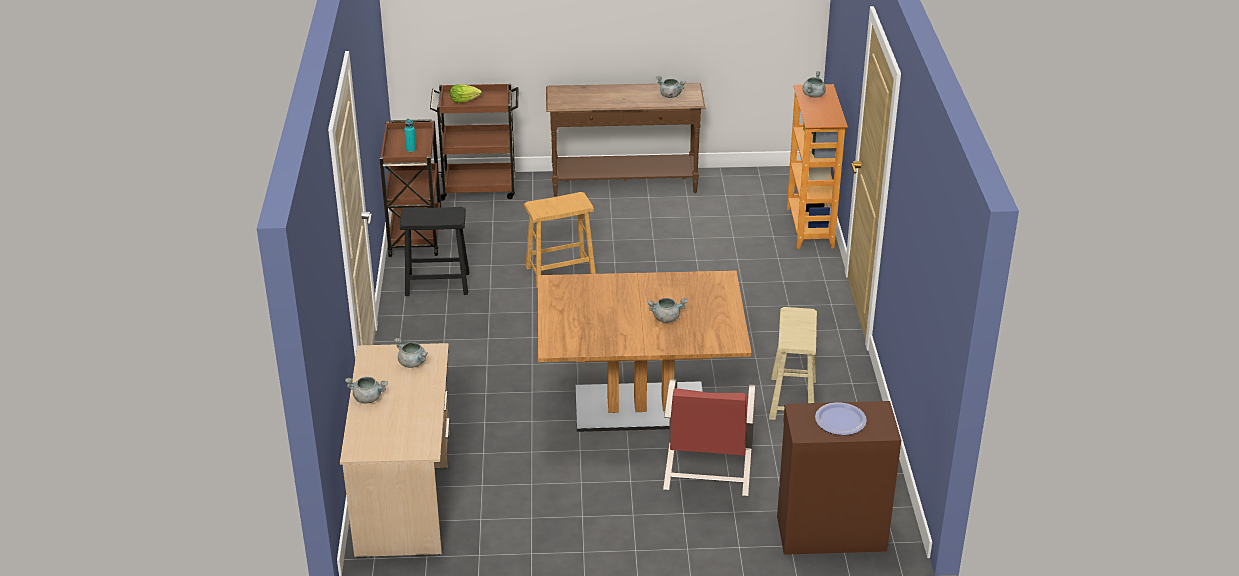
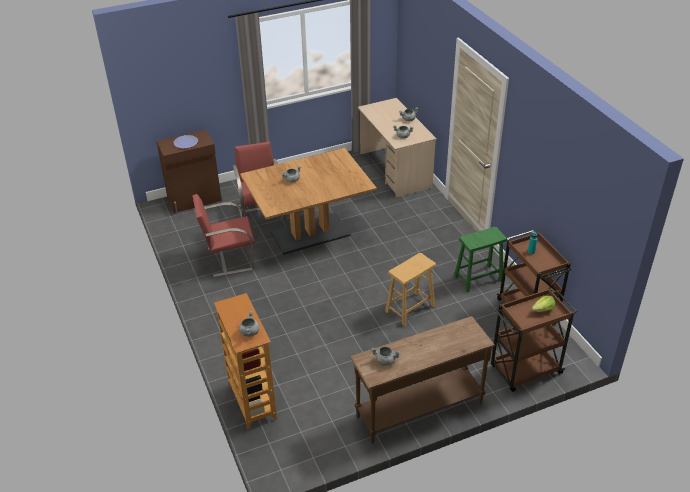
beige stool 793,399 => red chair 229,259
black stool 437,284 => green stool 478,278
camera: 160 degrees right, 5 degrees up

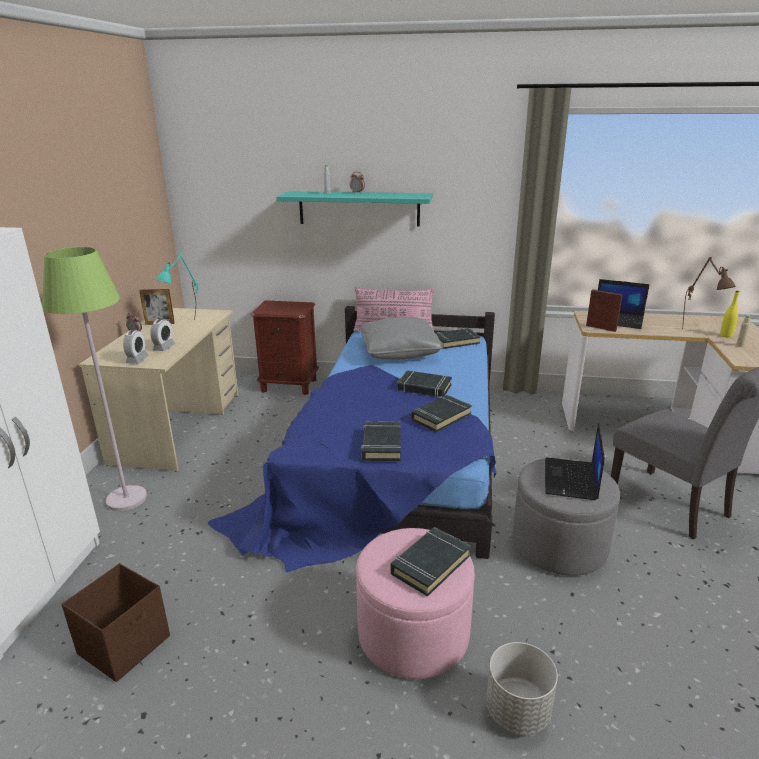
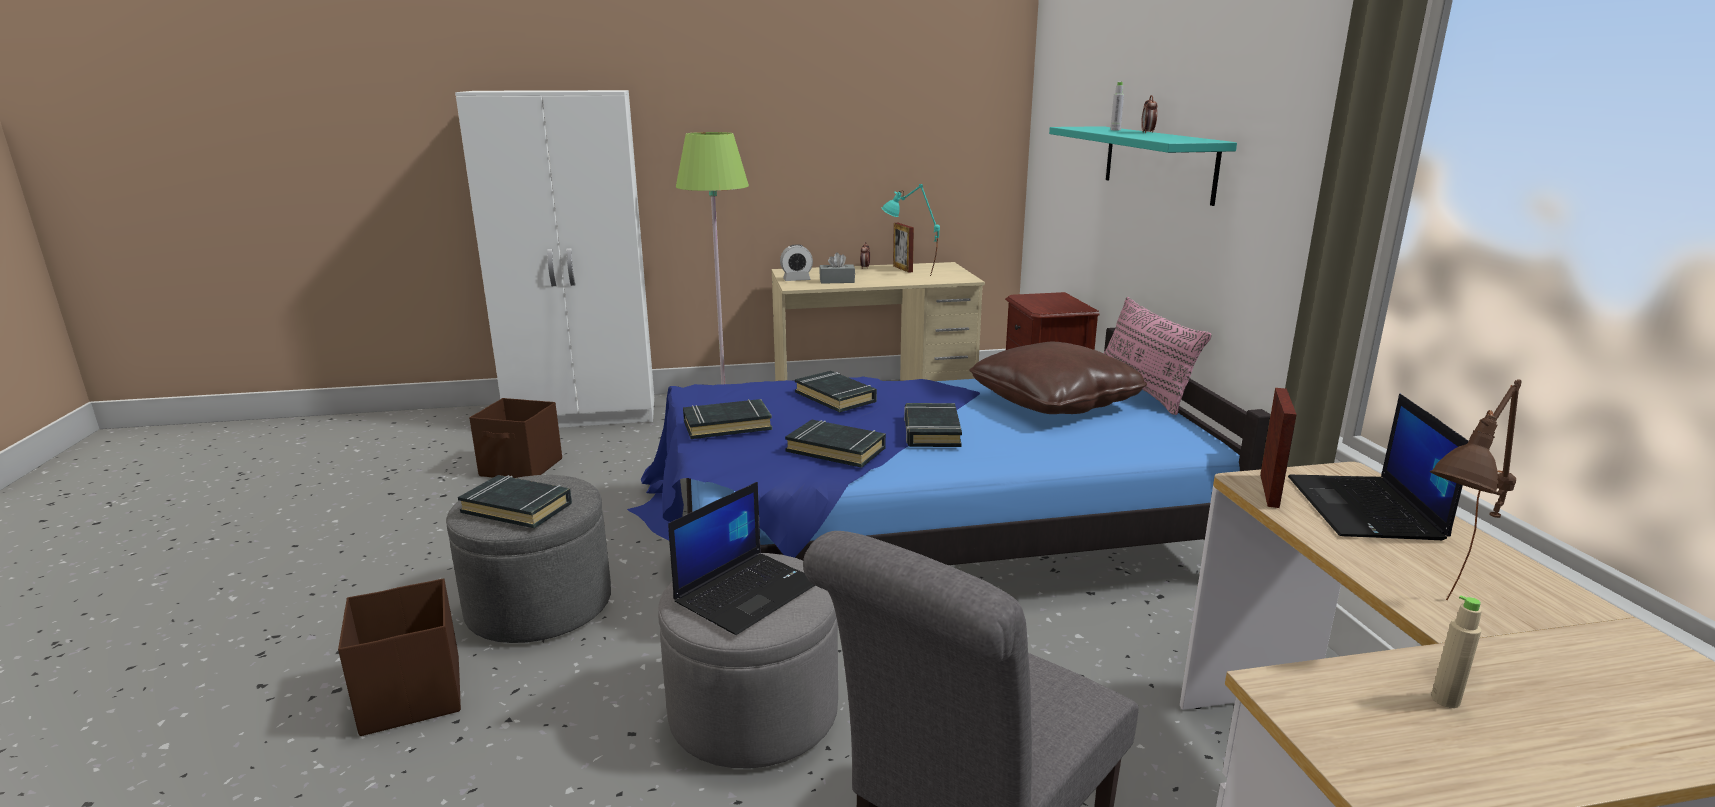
yellow bottle 726,335 => nothing
black book 456,341 => black book 836,397, relocated
alarm clock 164,347 => grey tissue box 837,281
grey planter 517,711 => brown storage box 411,697
pink ottoman 413,633 => grey ottoman 539,605
grey pillow 399,352 => brown pillow 1054,403
laptop 571,480 => laptop 747,592, 135 degrees clockwise
camera: 70 degrees right, 5 degrees down

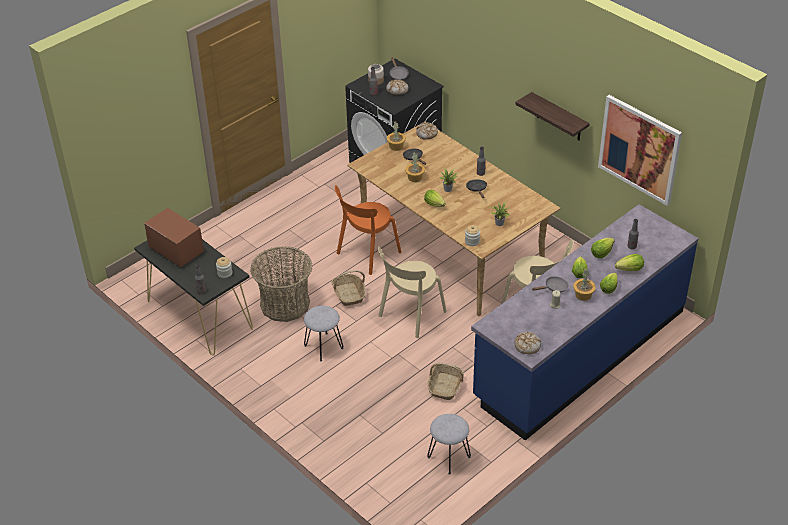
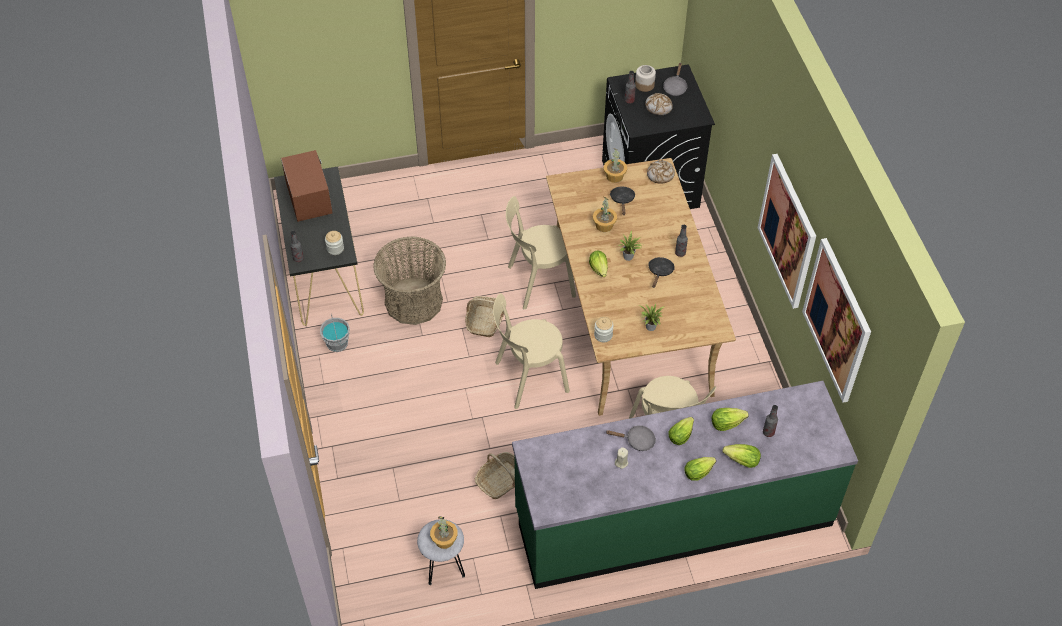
grey stool 324,347 => nothing
bread 527,346 => nothing
nothing => grey bucket 337,343
potted plant 583,295 => potted plant 444,540, relocated
shelf 559,118 => picture 787,231
orange chair 366,254 => beige chair 538,282
blue counter 579,354 => green counter 673,517
camera: 30 degrees right, 10 degrees up

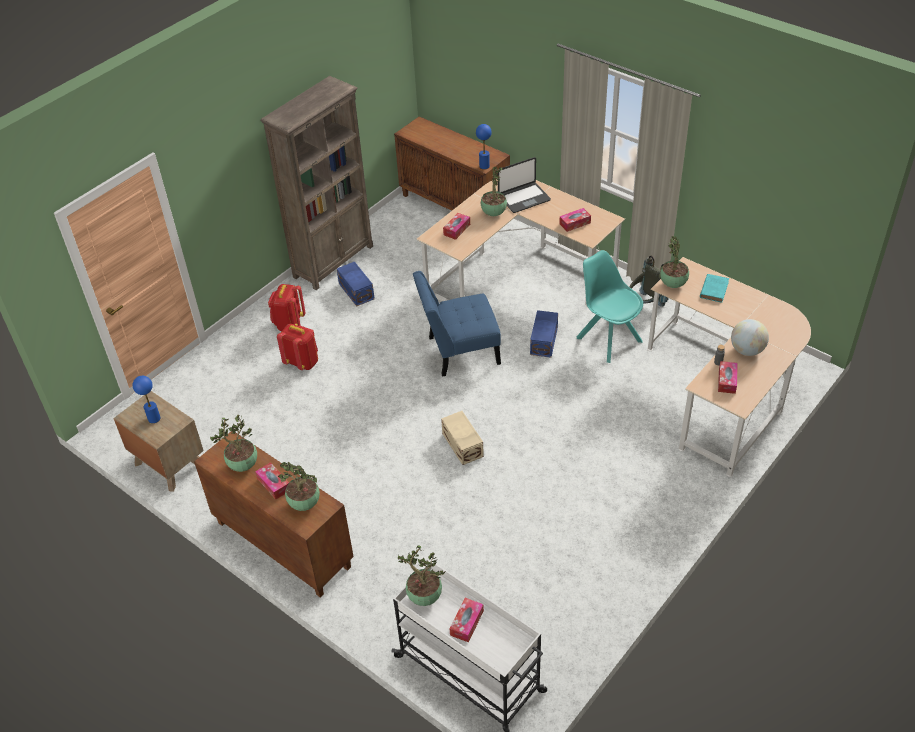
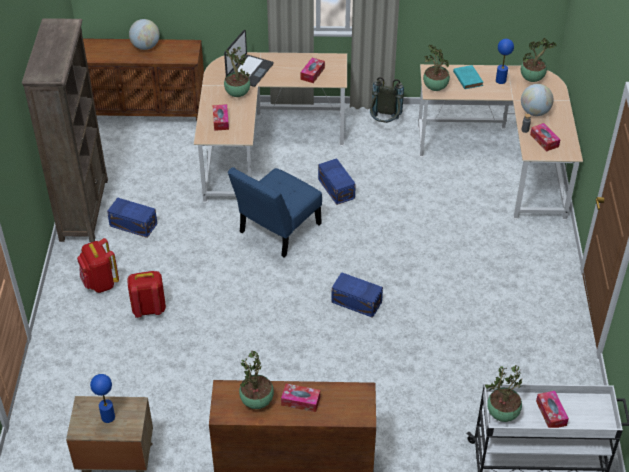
turquoise chair 608,338 => nothing
nothing => globe 145,46
potted plant 305,504 => potted plant 532,79, relocated
blue table lamp 484,166 => blue table lamp 500,80, relocated
beige storage box 462,445 => blue storage box 357,303
camera: 40 degrees left, 0 degrees up

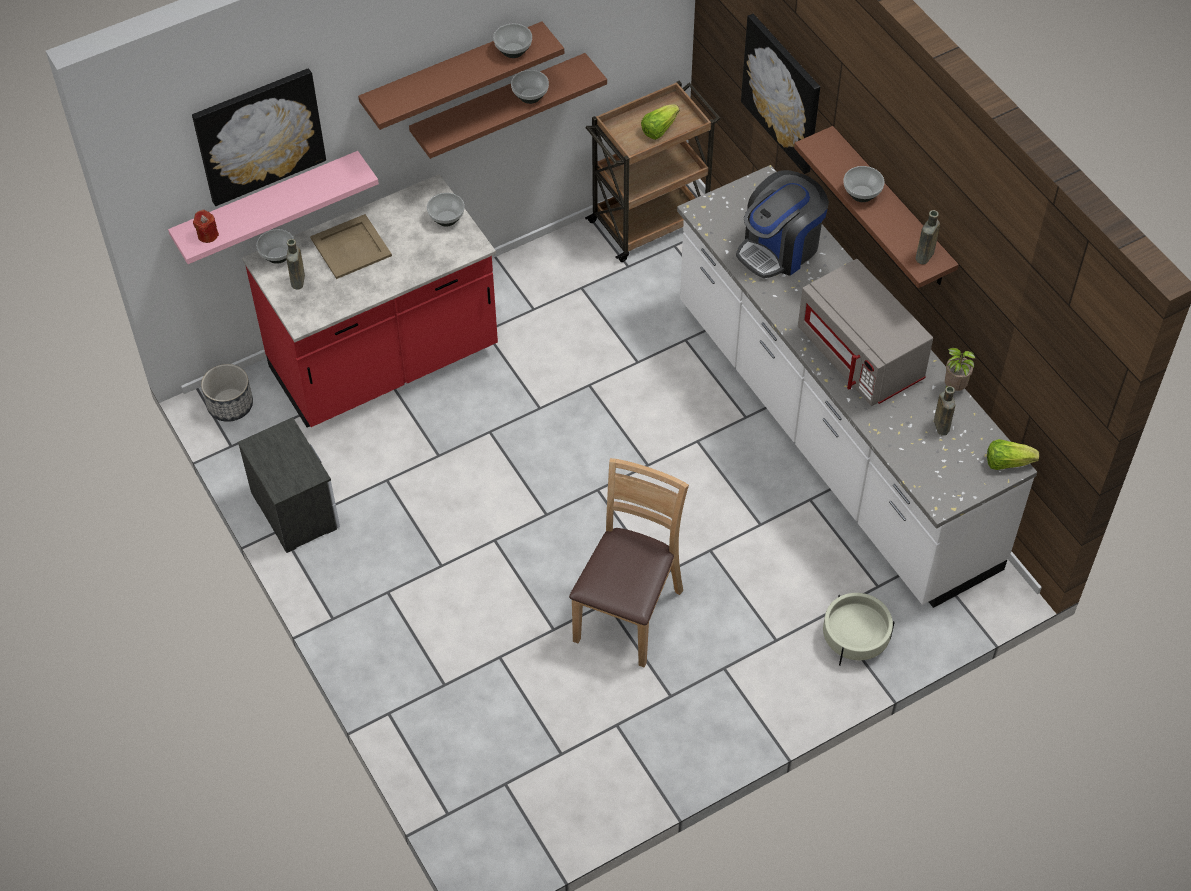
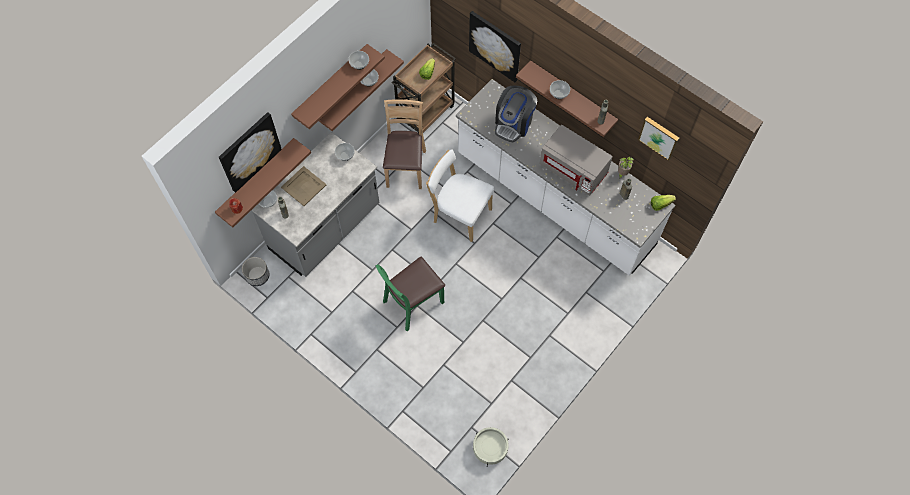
nightstand 295,509 => nothing
nothing => green chair 413,303
nothing => white chair 460,214
nothing => picture 659,137
brown chair 627,613 => brown chair 405,168, relocated
beige planter 855,638 => beige planter 490,449, relocated
pink shelf 267,205 => brown shelf 257,180
red counter 384,362 => grey counter 325,228
camera: 20 degrees left, 10 degrees up

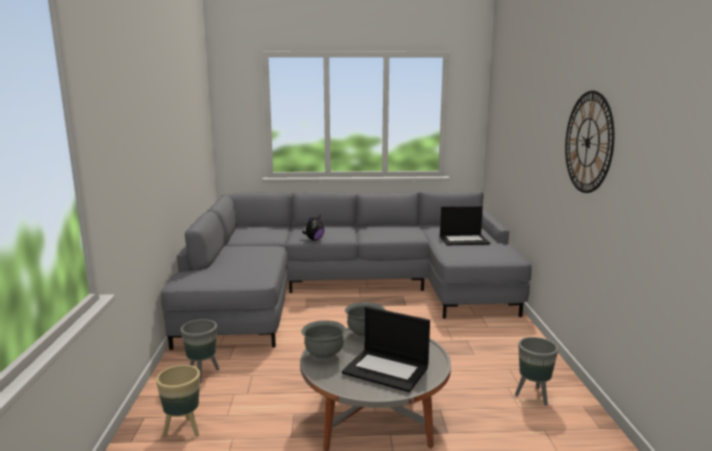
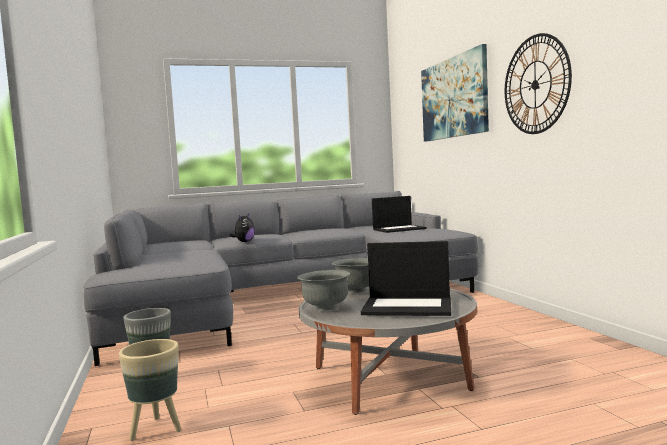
grey planter 533,396 => nothing
nothing => picture 453,98
camera: 15 degrees left, 10 degrees down

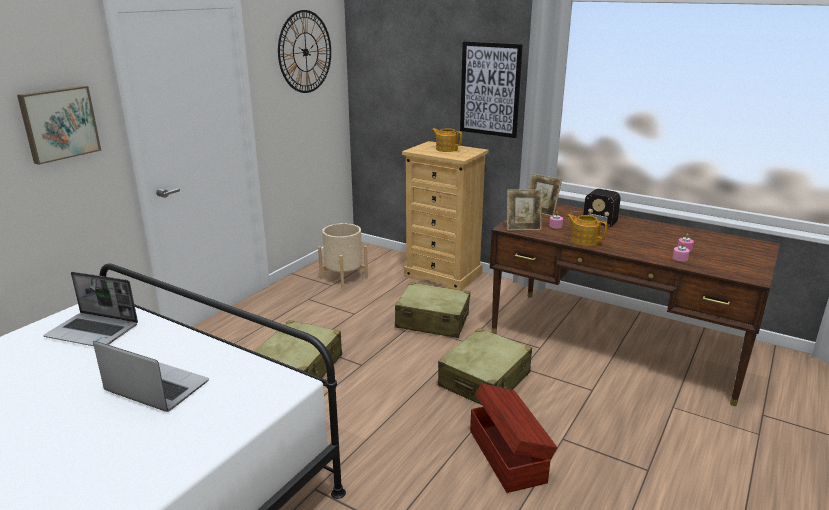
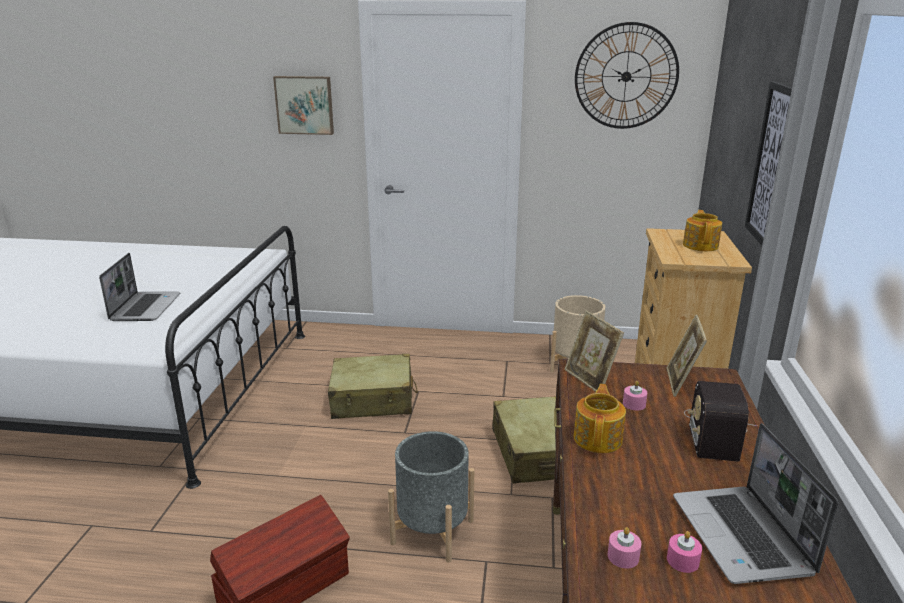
laptop 94,331 => laptop 743,536, relocated
beige suitcase 485,380 => grey planter 432,531
camera: 65 degrees right, 0 degrees up

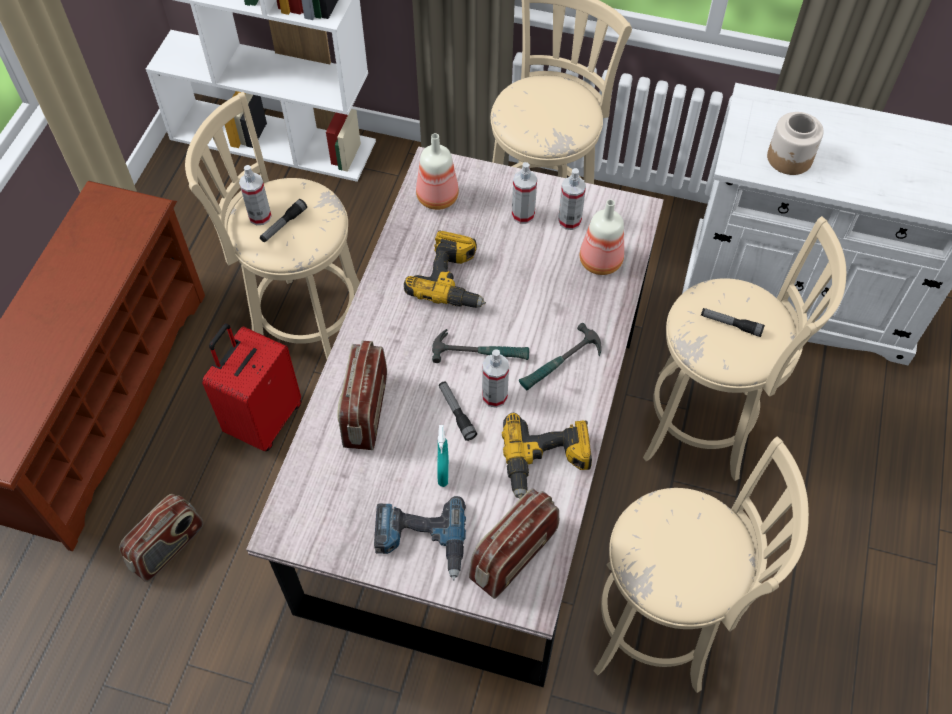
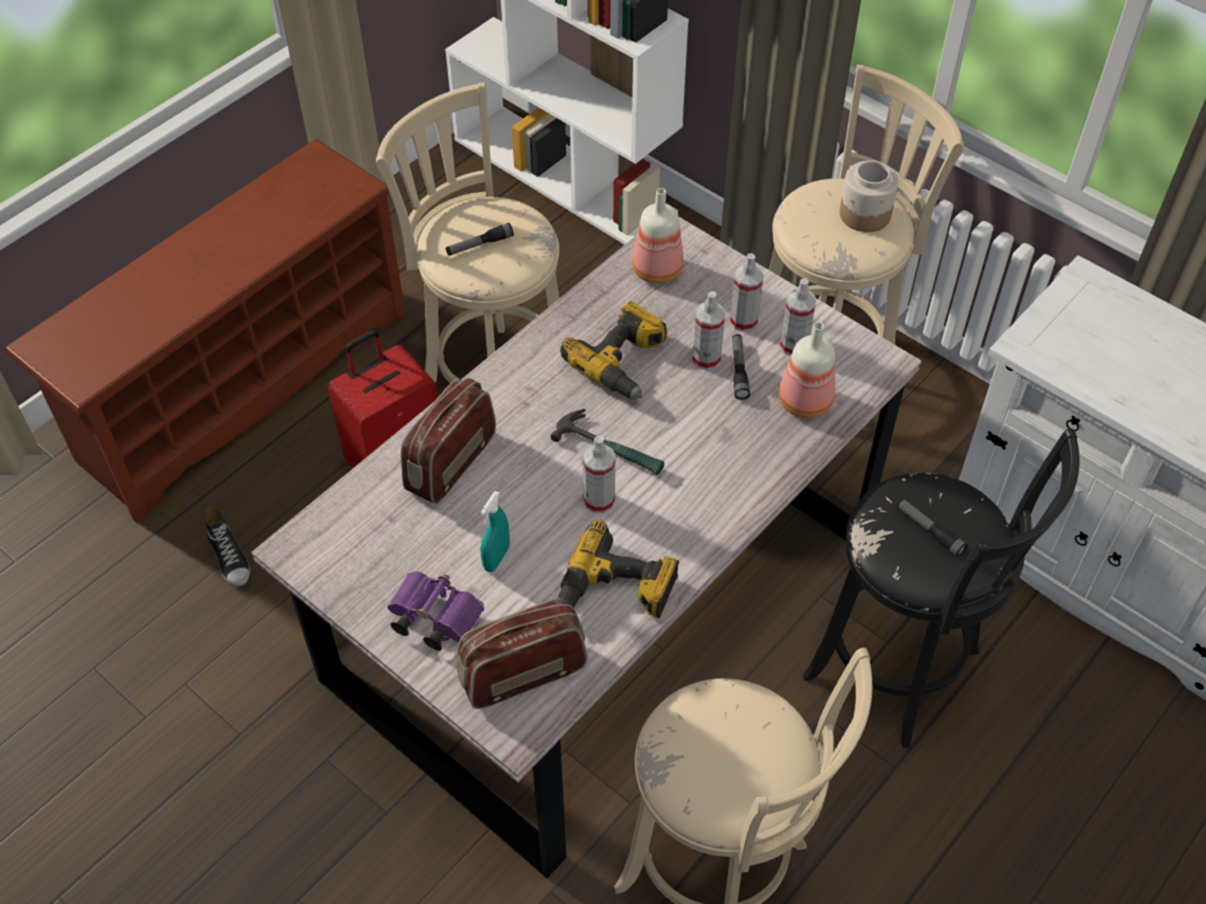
hammer 560,364 => nothing
spray bottle 260,216 => spray bottle 706,358, relocated
flashlight 456,413 => flashlight 739,370, relocated
jar 789,159 => jar 865,215, relocated
radio 168,547 => shoe 230,557
power drill 420,541 => purple binoculars 432,618
beige stool 705,426 => black stool 899,670
camera: 25 degrees right, 5 degrees down

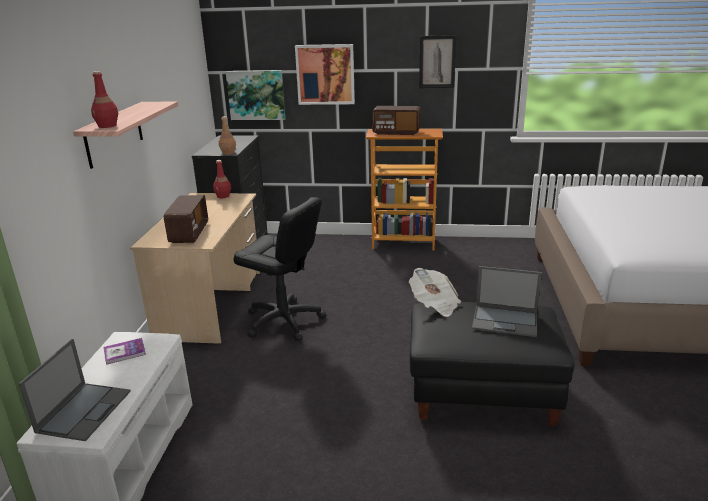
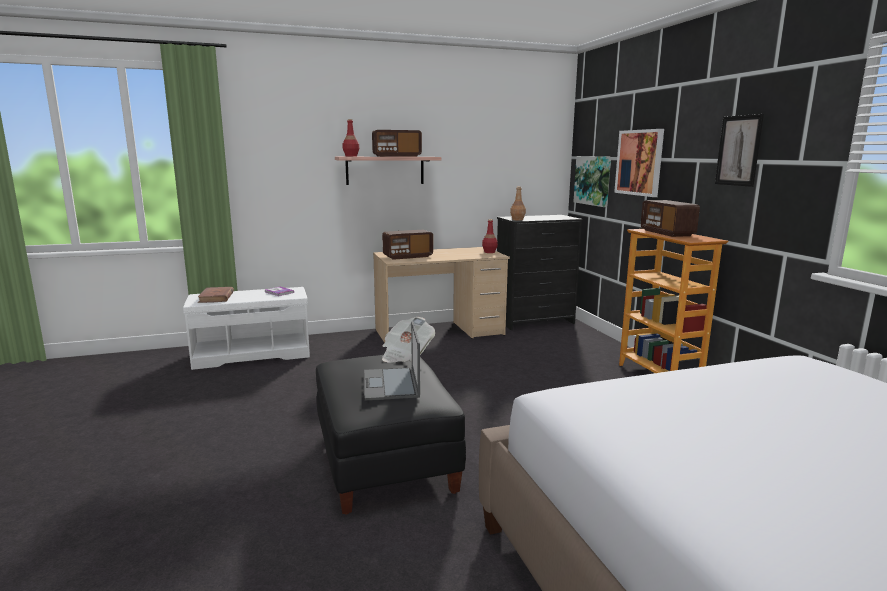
black office chair 284,321 => nothing
nothing => radio 397,156
laptop 85,410 => brown book 216,297
camera: 65 degrees right, 10 degrees down

